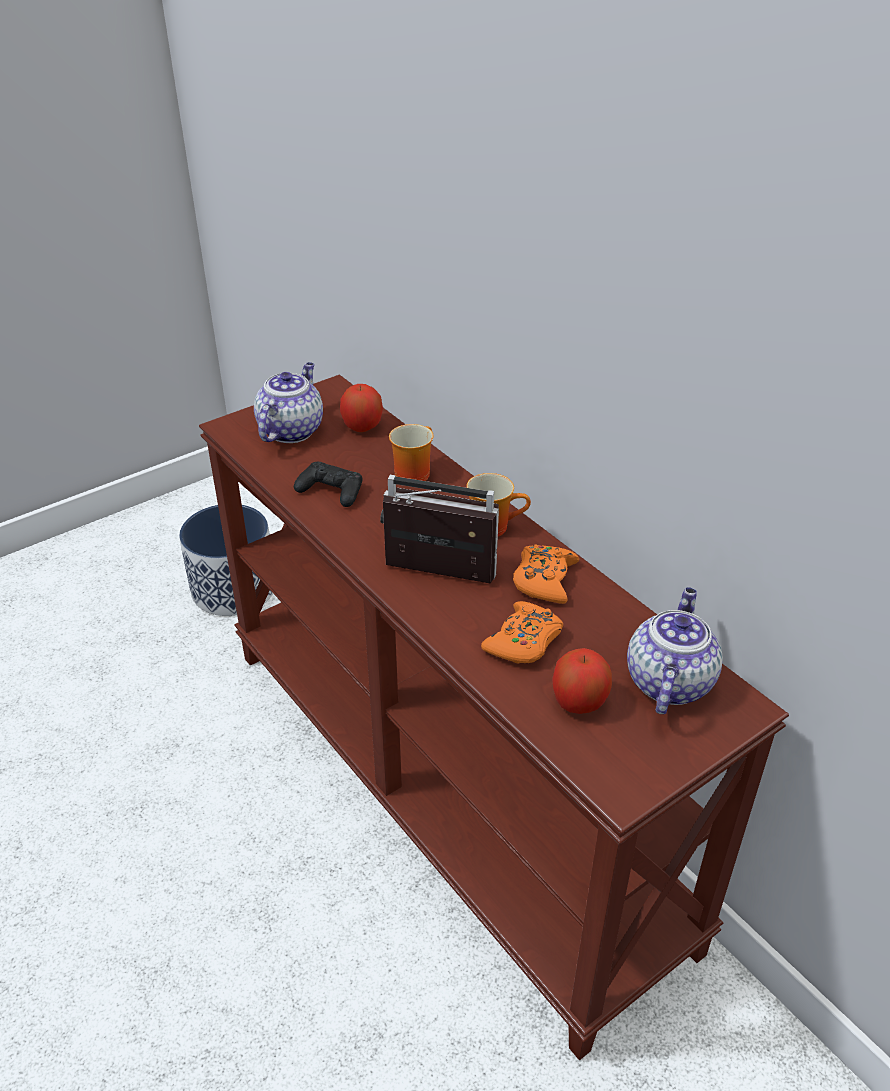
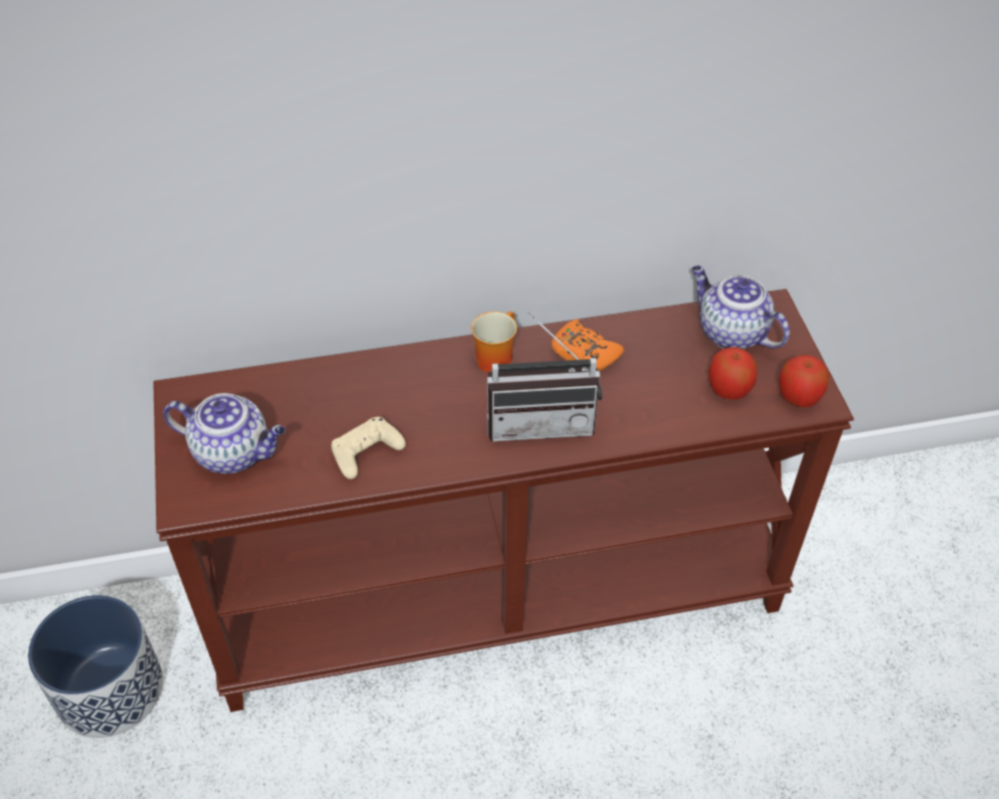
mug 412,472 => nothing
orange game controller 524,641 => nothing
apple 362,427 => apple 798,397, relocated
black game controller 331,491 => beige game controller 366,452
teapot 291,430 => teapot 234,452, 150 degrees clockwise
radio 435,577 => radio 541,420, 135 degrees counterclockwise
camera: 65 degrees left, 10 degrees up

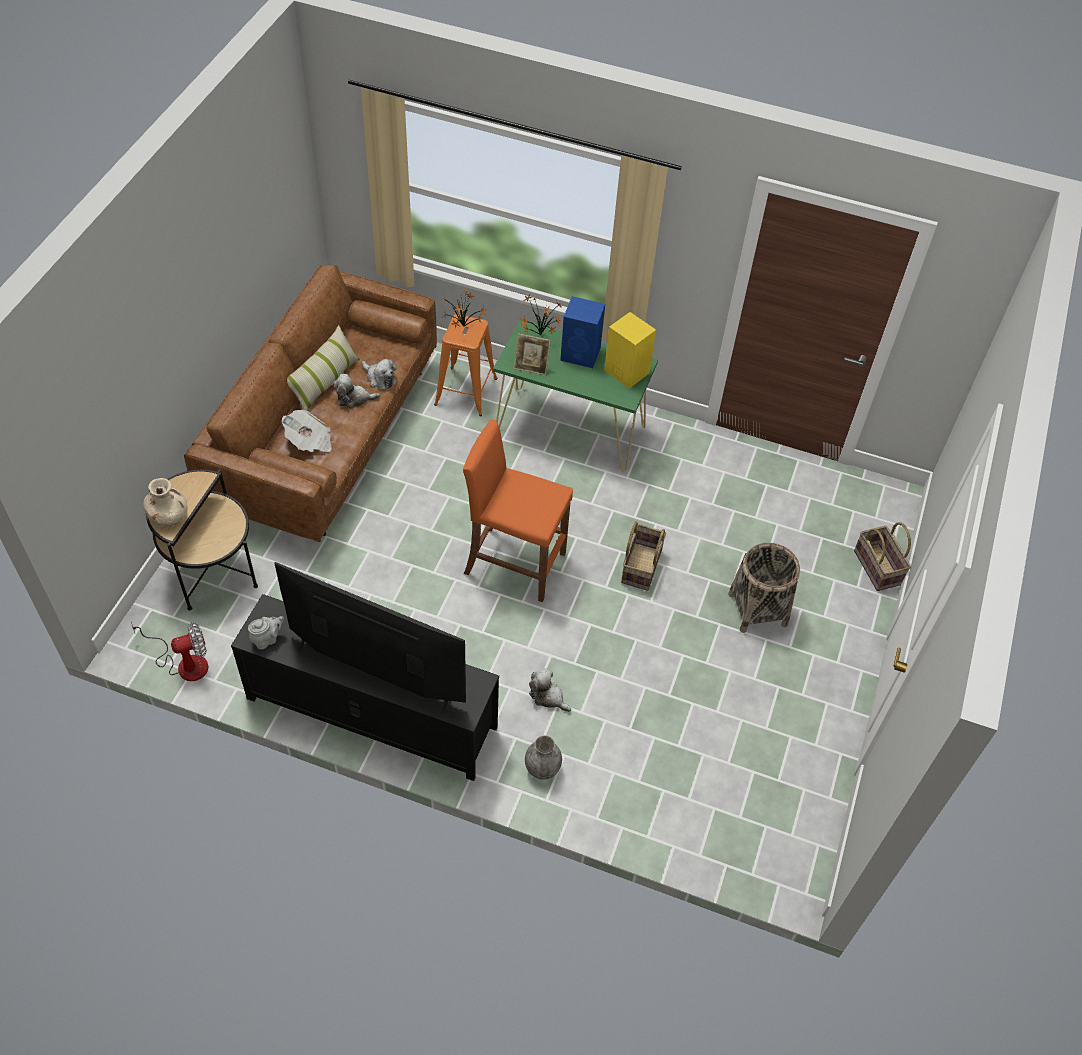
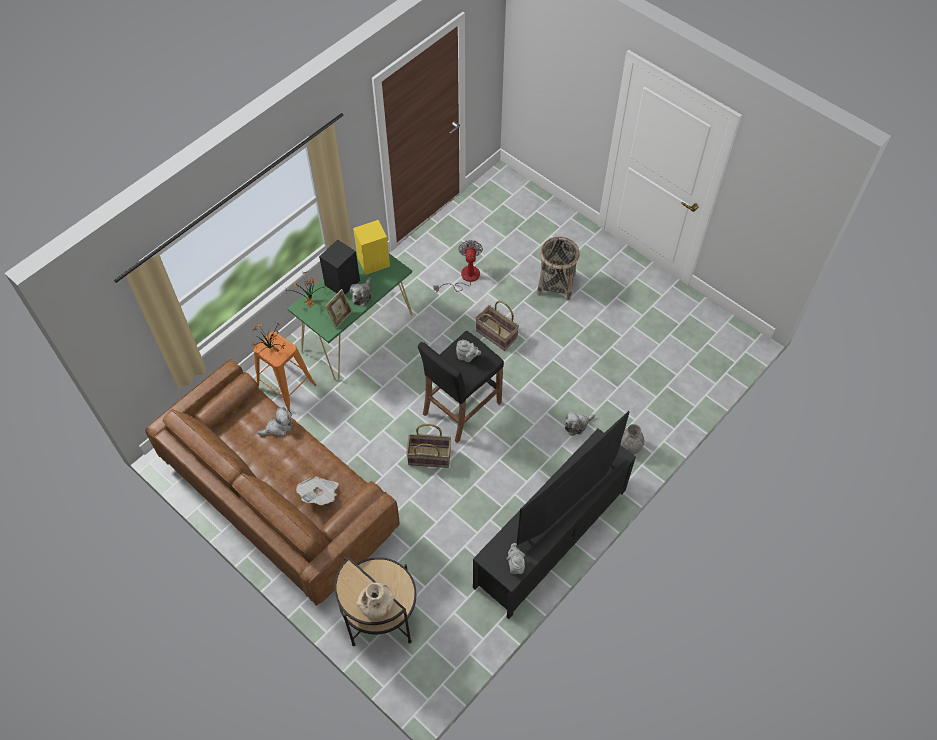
pillow 325,382 => nothing
nothing => grey teapot 467,357
fan 184,663 => fan 464,278, relocated
plush toy 354,398 => plush toy 362,295, relocated
basket 878,567 => basket 429,456, relocated
orange stool 514,563 => black stool 461,408
blue speaker 581,354 => black speaker 343,282
camera: 65 degrees left, 5 degrees up

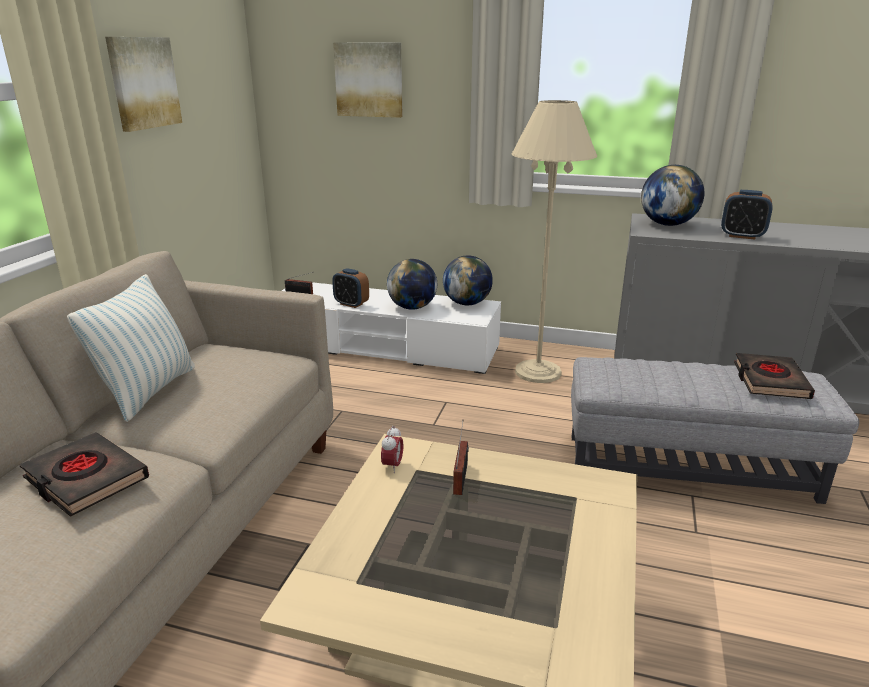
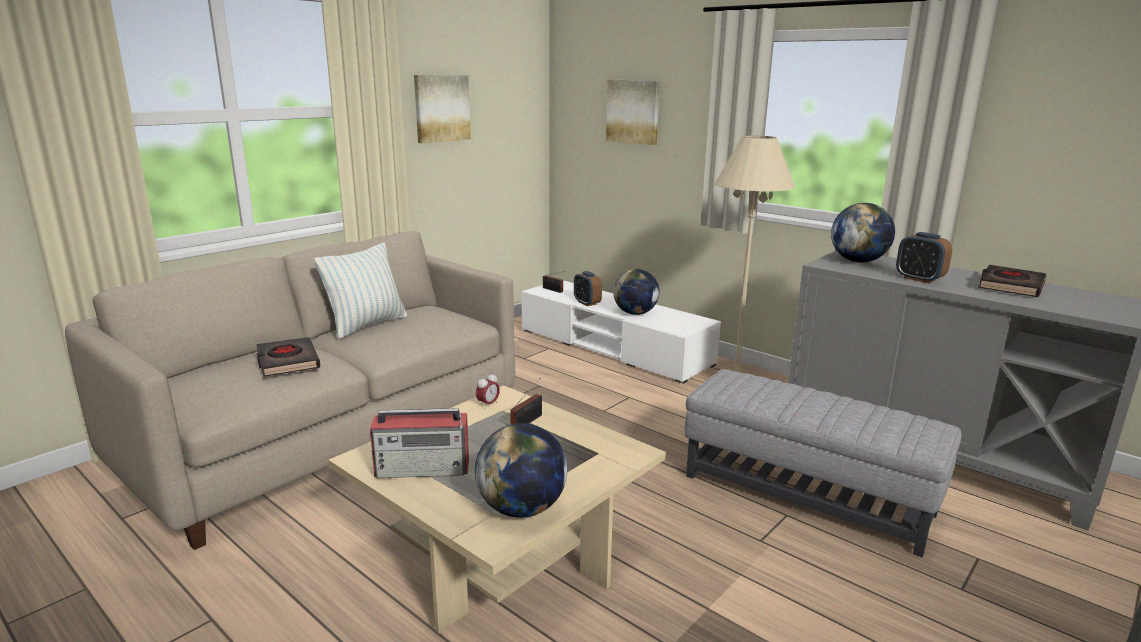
nothing => radio 424,469
globe 467,303 => globe 522,508, relocated
black book 770,381 => black book 1010,286, relocated
camera: 25 degrees right, 5 degrees down

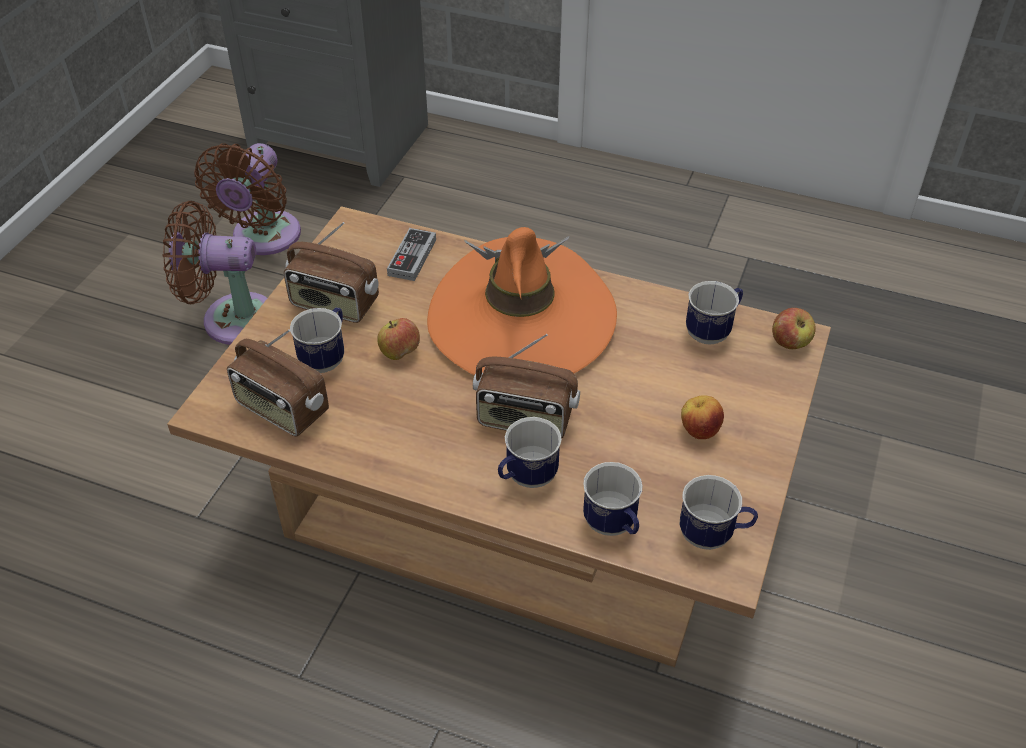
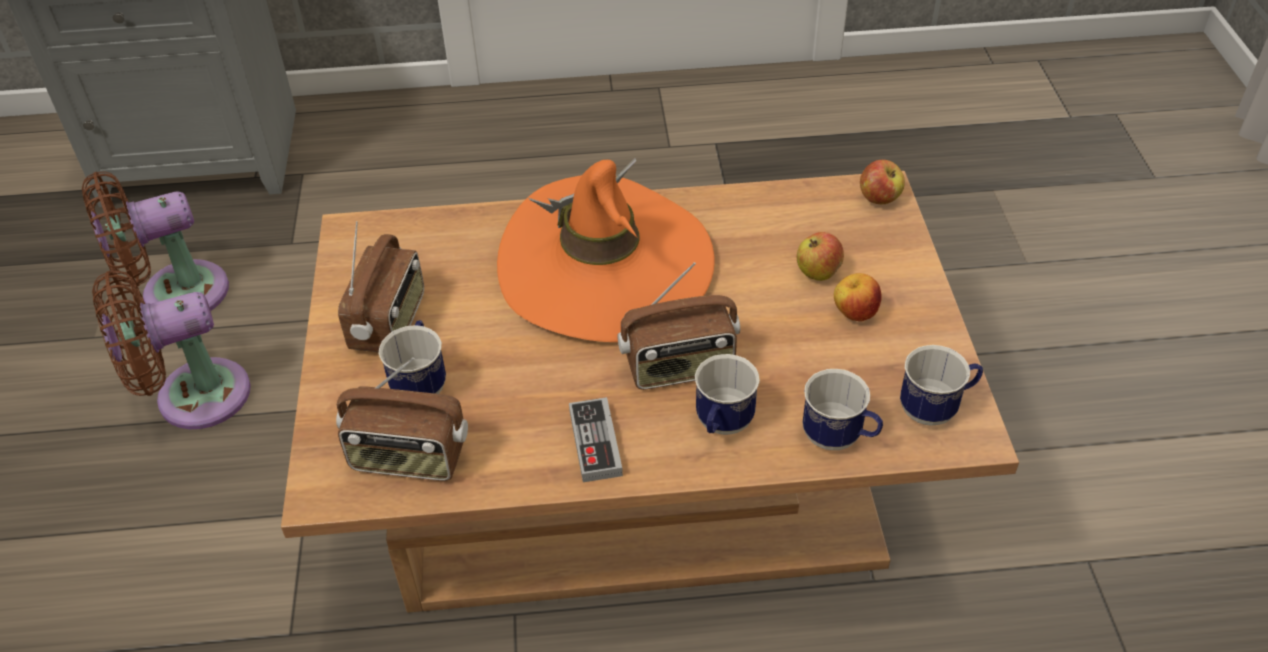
mug 712,331 => nothing
apple 400,353 => apple 818,272, relocated
game controller 412,257 => game controller 595,443, relocated
brown fan 263,239 => brown fan 176,295, 75 degrees clockwise
radio 334,305 => radio 390,323, 75 degrees counterclockwise
camera: 25 degrees left, 0 degrees up

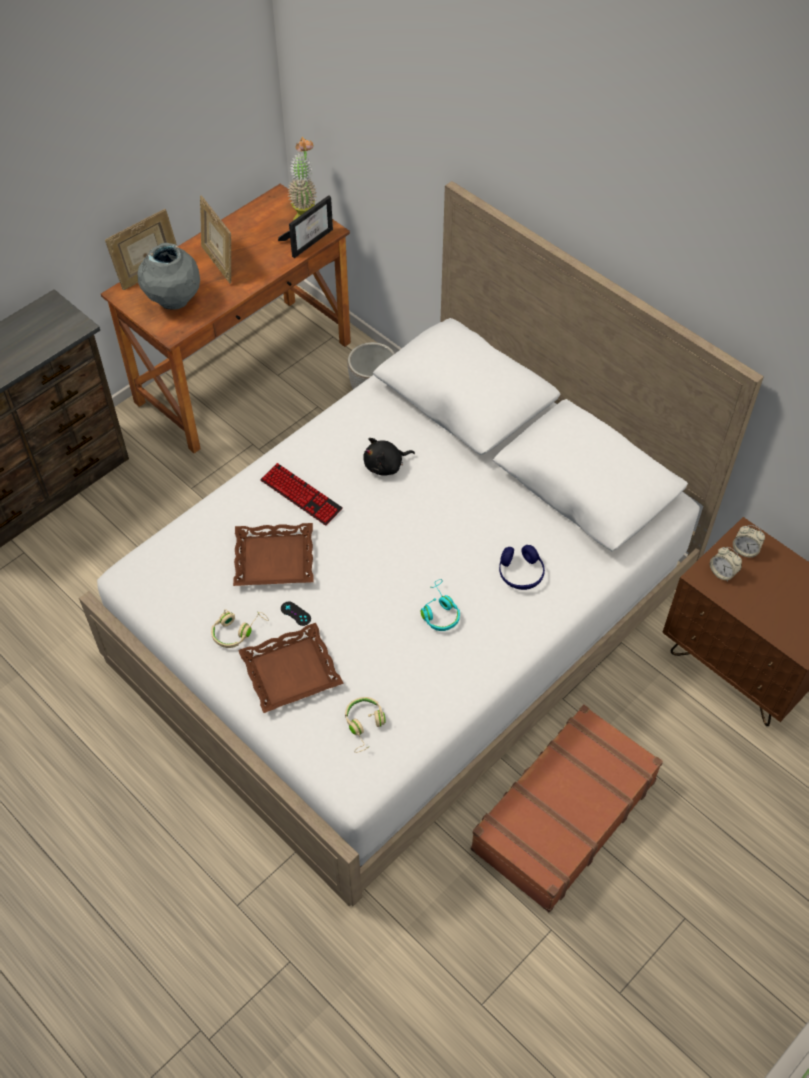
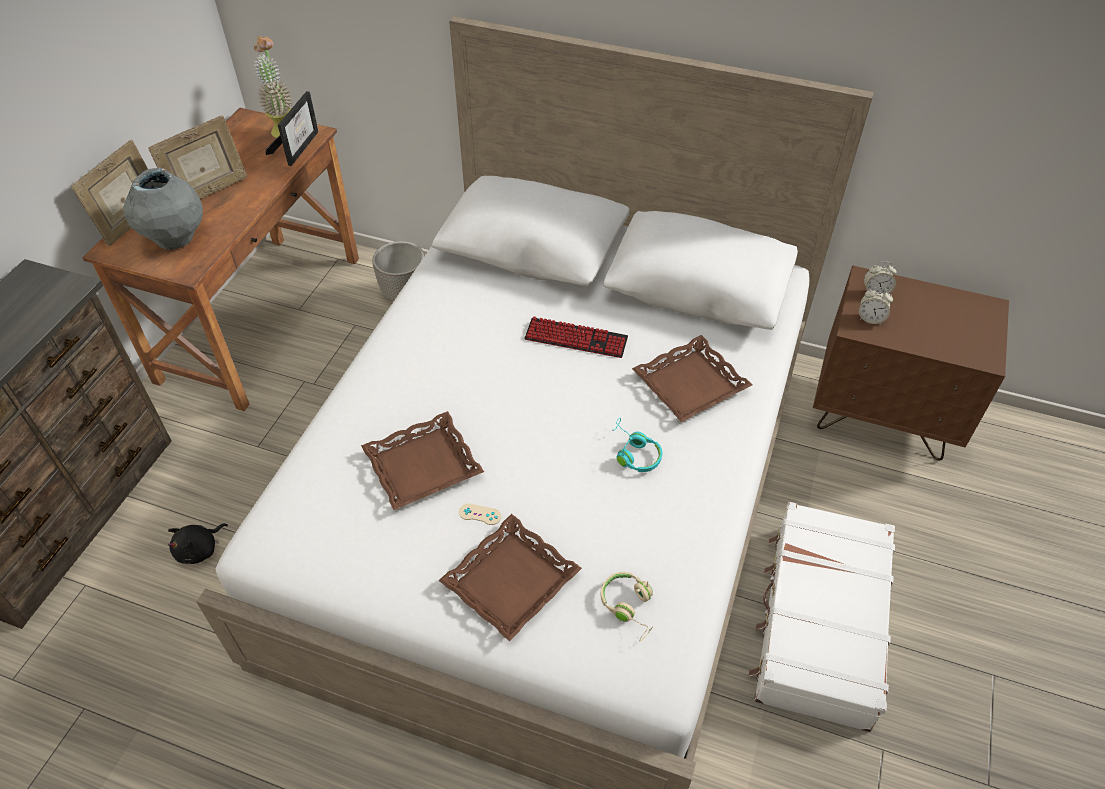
beige headphones 237,631 => nothing
keyboard 301,495 => keyboard 576,339, relocated
black plush toy 386,465 => black plush toy 200,549, relocated
blue headphones 520,573 => brown tray 690,385
black game controller 295,613 => beige game controller 480,514
brown suitcase 562,814 => white suitcase 818,623
picture frame 219,263 => picture frame 210,192, 75 degrees counterclockwise
camera: 25 degrees left, 5 degrees down

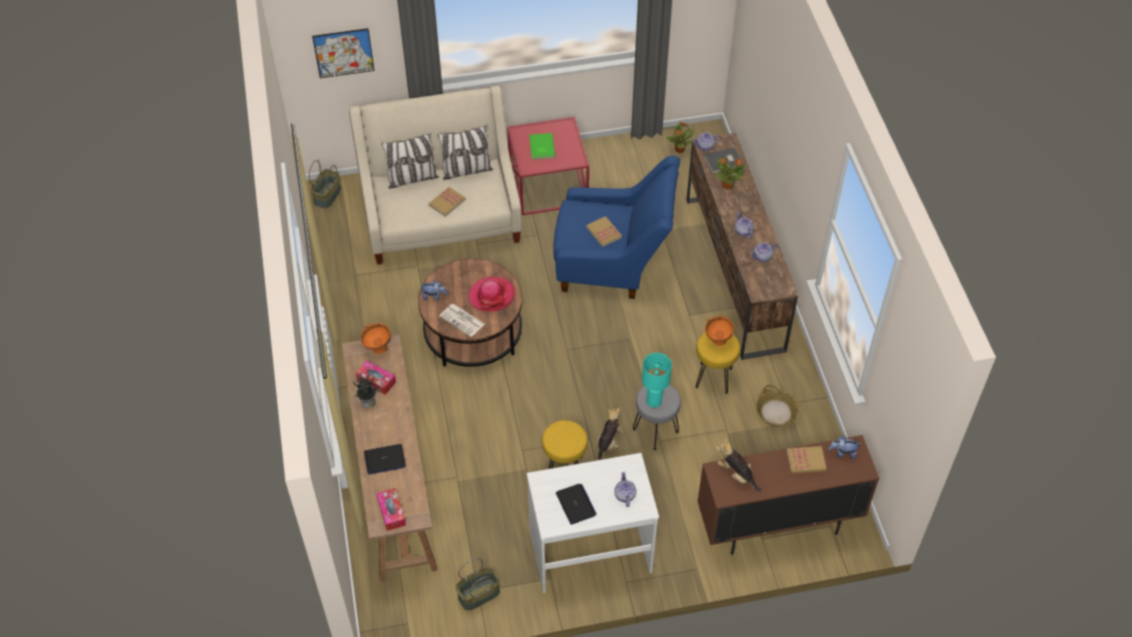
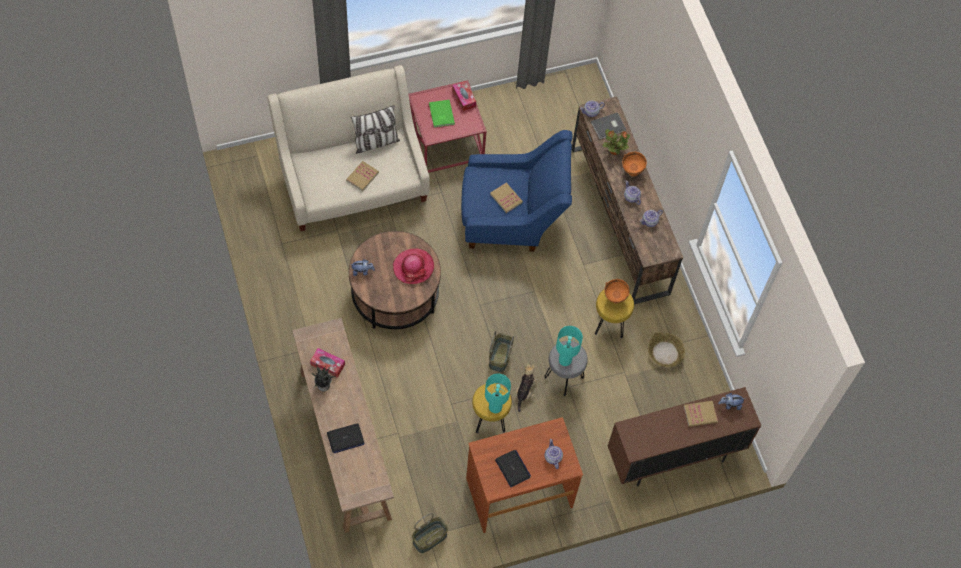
picture 343,53 => nothing
pillow 412,179 => nothing
newspaper 462,320 => nothing
potted plant 679,150 => nothing
plush toy 736,474 => nothing
nothing => turquoise table lamp 495,407
basket 327,195 => basket 499,356, relocated
orange bowl 378,349 => orange bowl 632,172, relocated
tissue box 391,512 => tissue box 464,98, relocated
white desk 590,550 => brown desk 519,491
camera: 10 degrees left, 10 degrees up

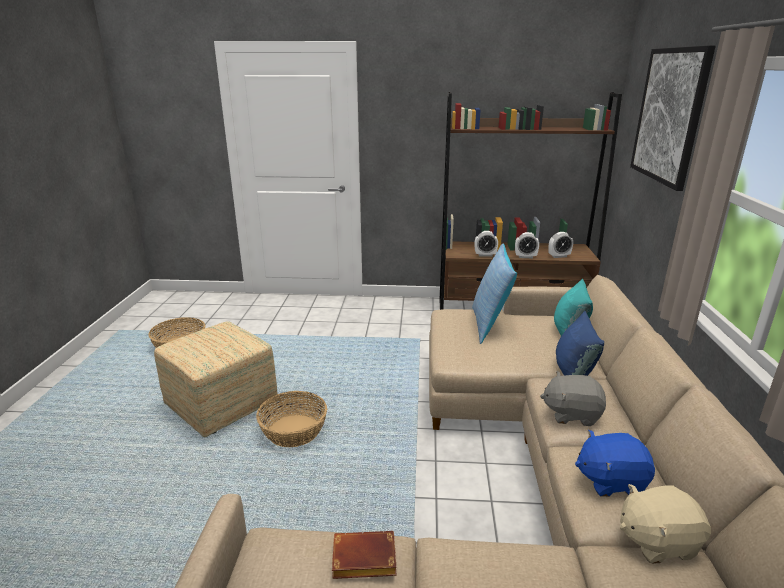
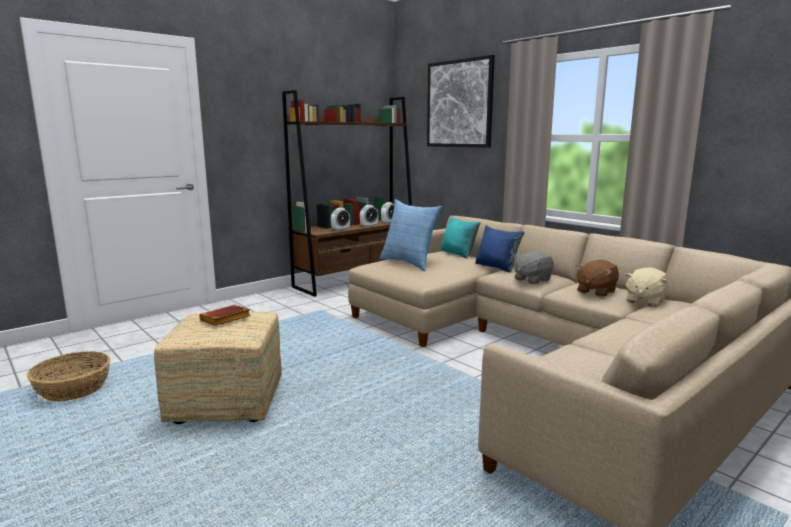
basket 294,430 => nothing
brown book 362,561 => brown book 225,320, relocated
blue plush toy 610,480 => brown plush toy 595,291
camera: 45 degrees left, 10 degrees down

